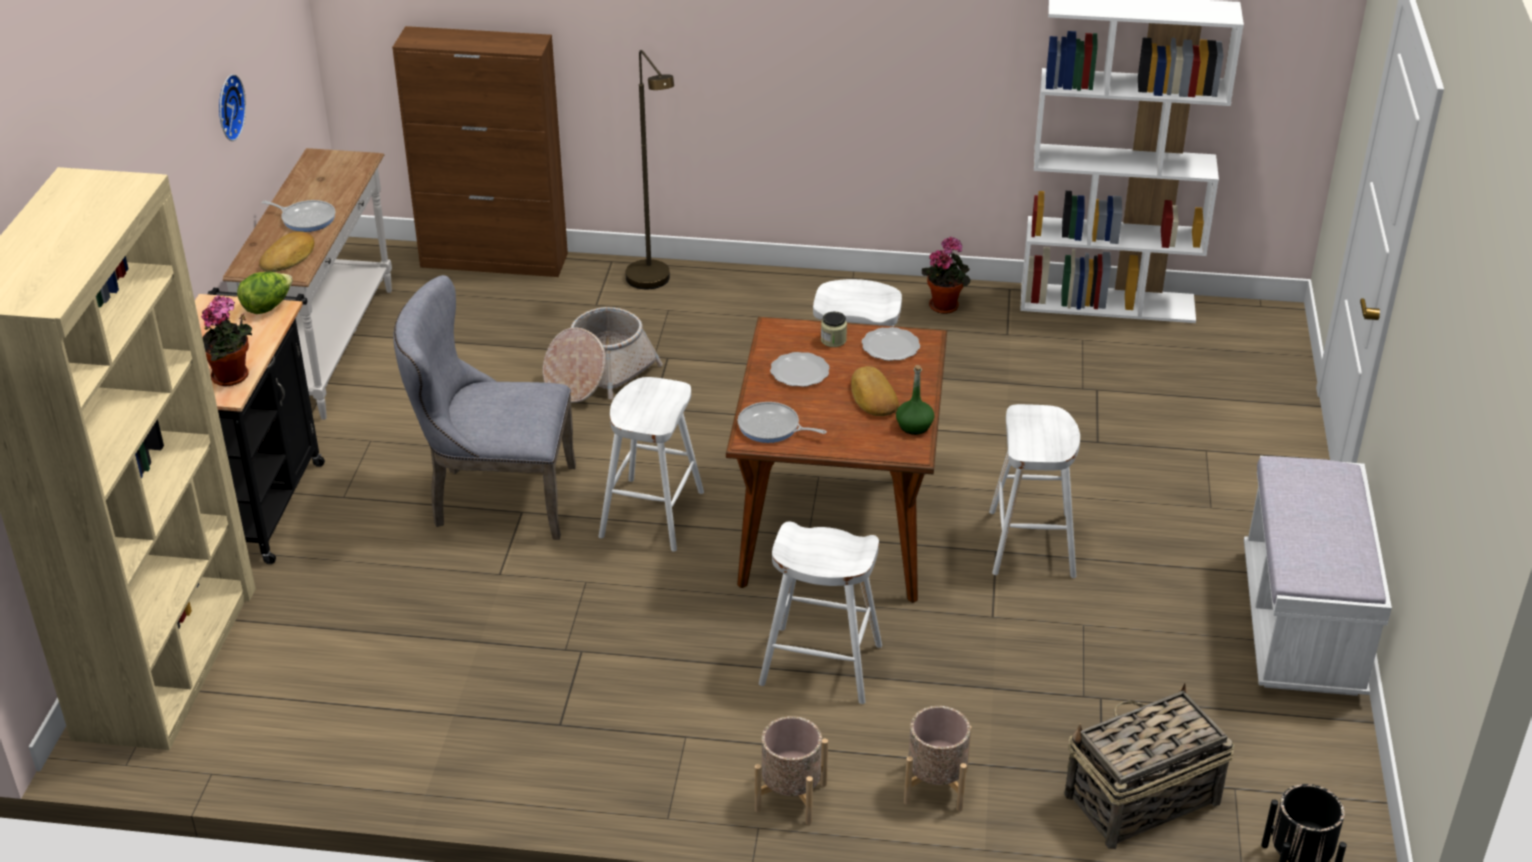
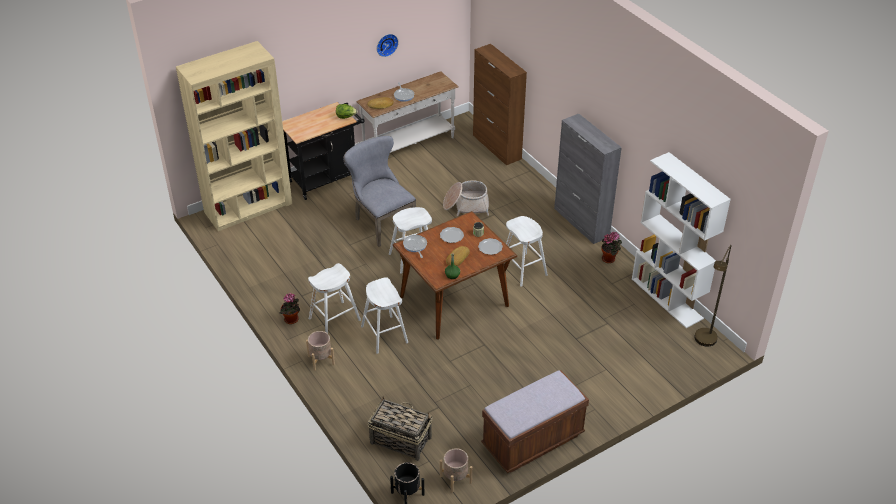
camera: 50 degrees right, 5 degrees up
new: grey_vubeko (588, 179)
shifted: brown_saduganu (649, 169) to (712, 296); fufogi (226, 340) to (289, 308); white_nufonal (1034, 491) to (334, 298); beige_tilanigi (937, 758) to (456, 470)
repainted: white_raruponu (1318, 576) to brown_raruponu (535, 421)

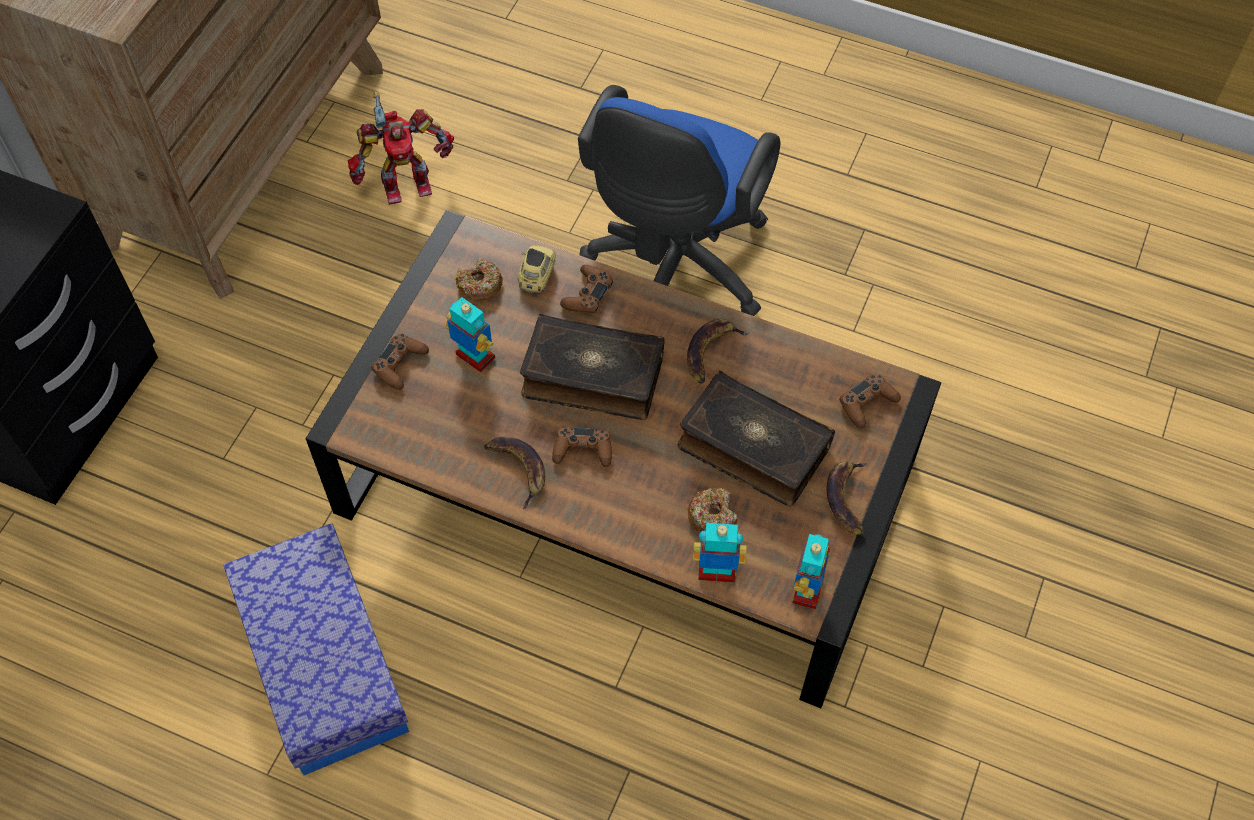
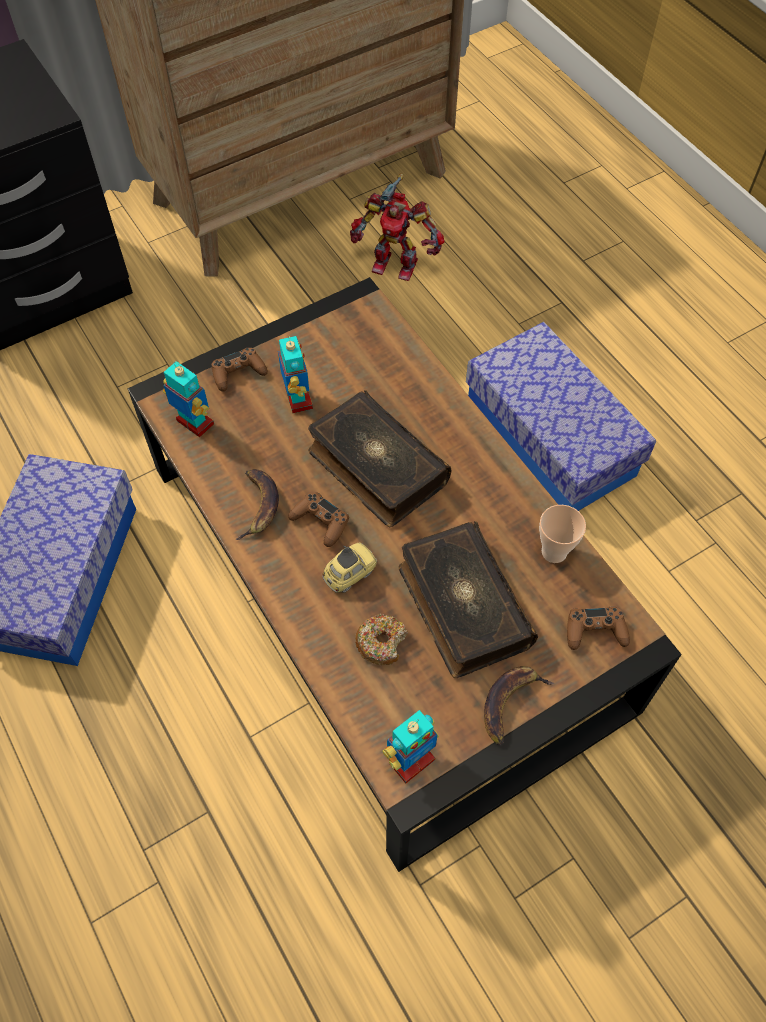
camera: 35 degrees right, 0 degrees up
gone: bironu (479, 279); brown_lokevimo (586, 289); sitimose (718, 351)
new: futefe (562, 534)
shifted: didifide (537, 269) to (349, 568); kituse (720, 552) to (188, 399)
swapped: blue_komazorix (679, 200) to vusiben (561, 416)

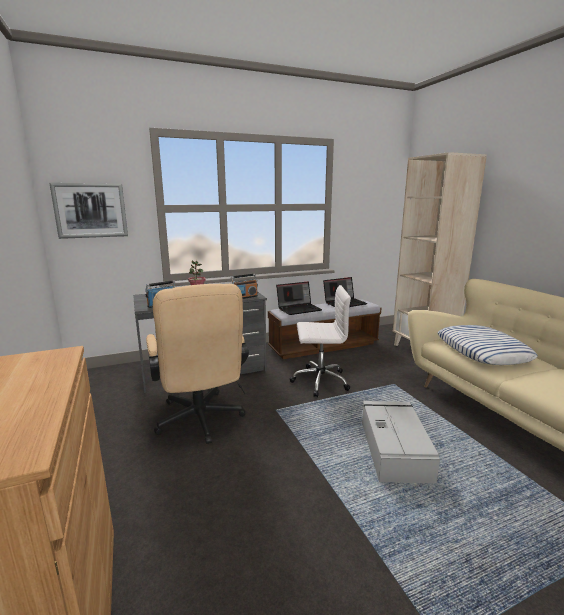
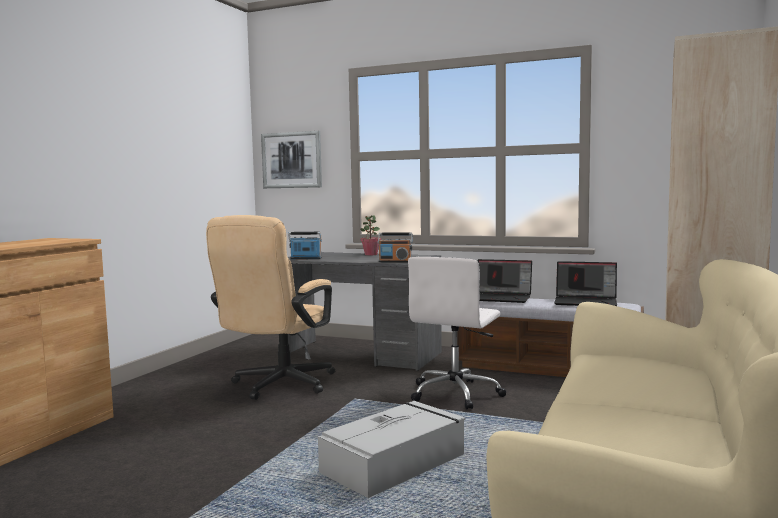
camera: 45 degrees right, 10 degrees down
gone: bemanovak (488, 345)
rotated: white_komazorix (320, 341) = (457, 333) 75 degrees clockwise

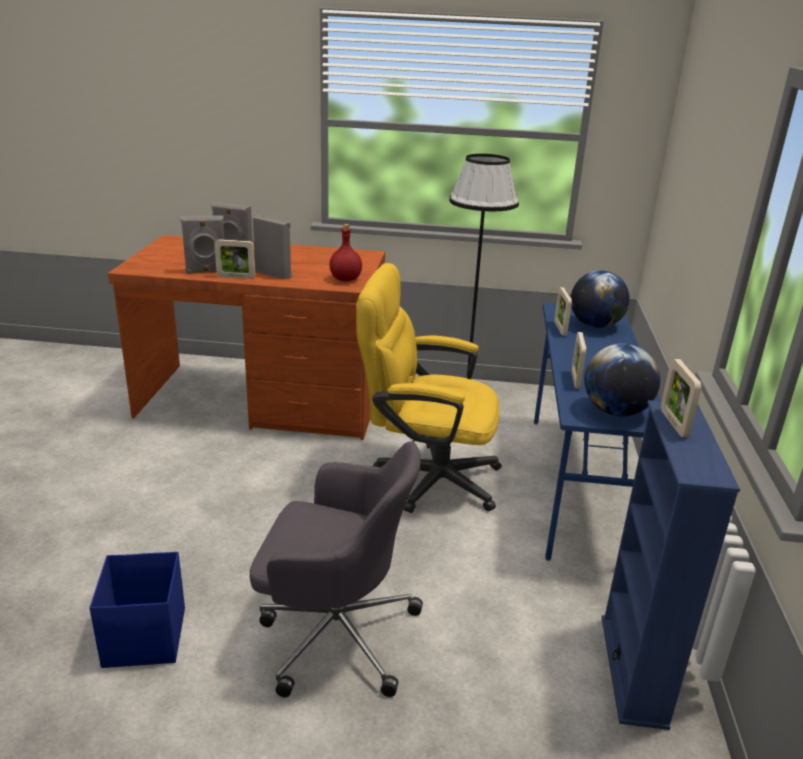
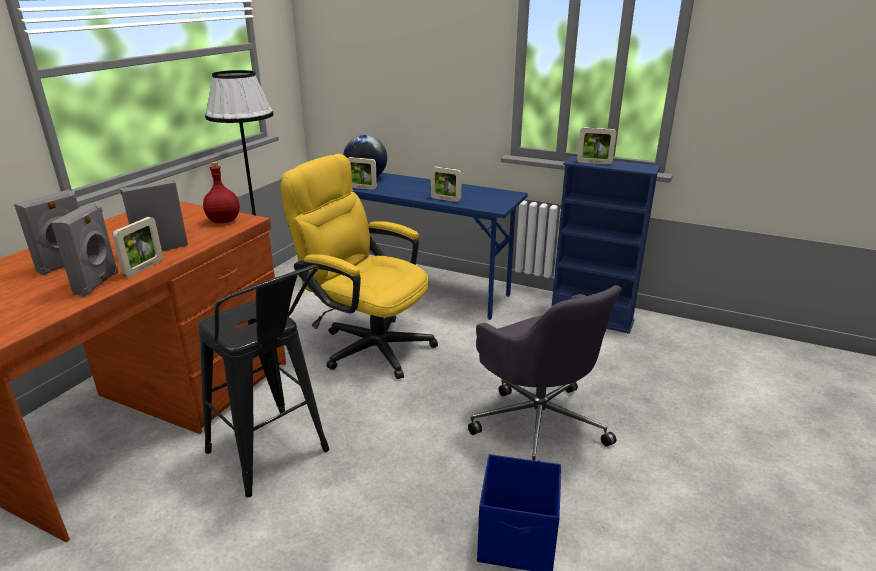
camera: 70 degrees left, 0 degrees up
gone: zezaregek (622, 379)
new: black_nufonal (263, 381)
rotated: yellow_komazorix (429, 388) = (359, 266) 90 degrees clockwise; grey_komazorix (336, 570) = (545, 373) 120 degrees clockwise

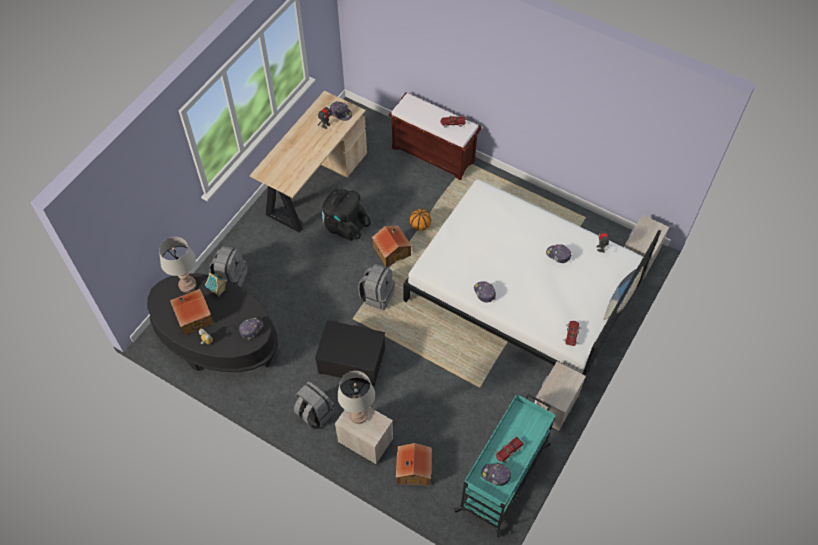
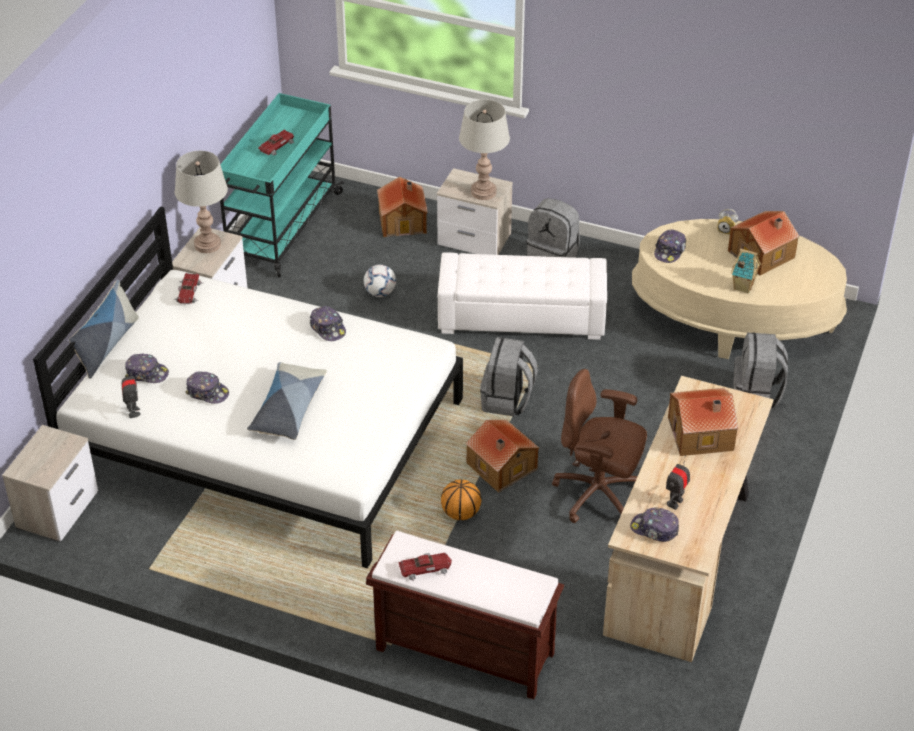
camera: 170 degrees right, 15 degrees down
new: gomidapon (380, 281); bemanovak (287, 401); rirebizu (703, 422)
shifted: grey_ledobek (177, 265) to (201, 202); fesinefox (496, 474) to (147, 368)
swapped: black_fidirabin (346, 215) to brown_komazorix (599, 446); vusiben (350, 353) to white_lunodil (522, 296)
repainted: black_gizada (212, 322) to beige_gizada (739, 289)

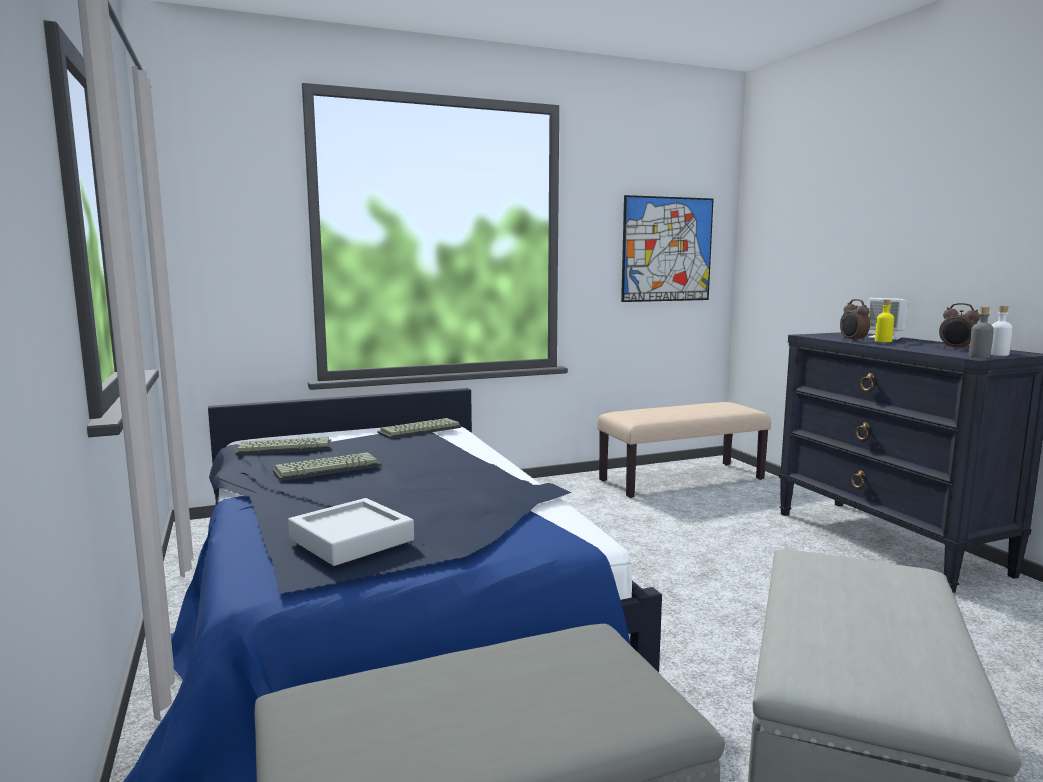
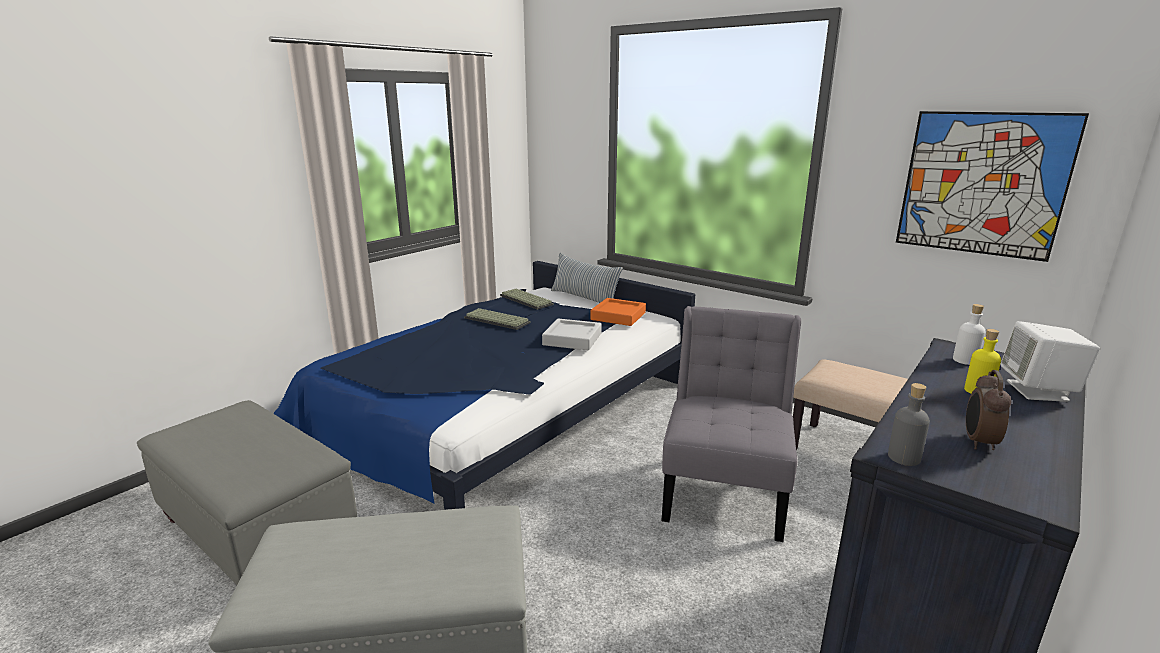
camera: 60 degrees right, 10 degrees up
gone: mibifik (855, 320)
new: bemanovak (587, 278); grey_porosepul (731, 424)
shifted: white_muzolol (1001, 331) to (969, 334); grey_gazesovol (351, 532) to (572, 334)
swapped: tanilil (419, 428) to orange_gazesovol (618, 312)

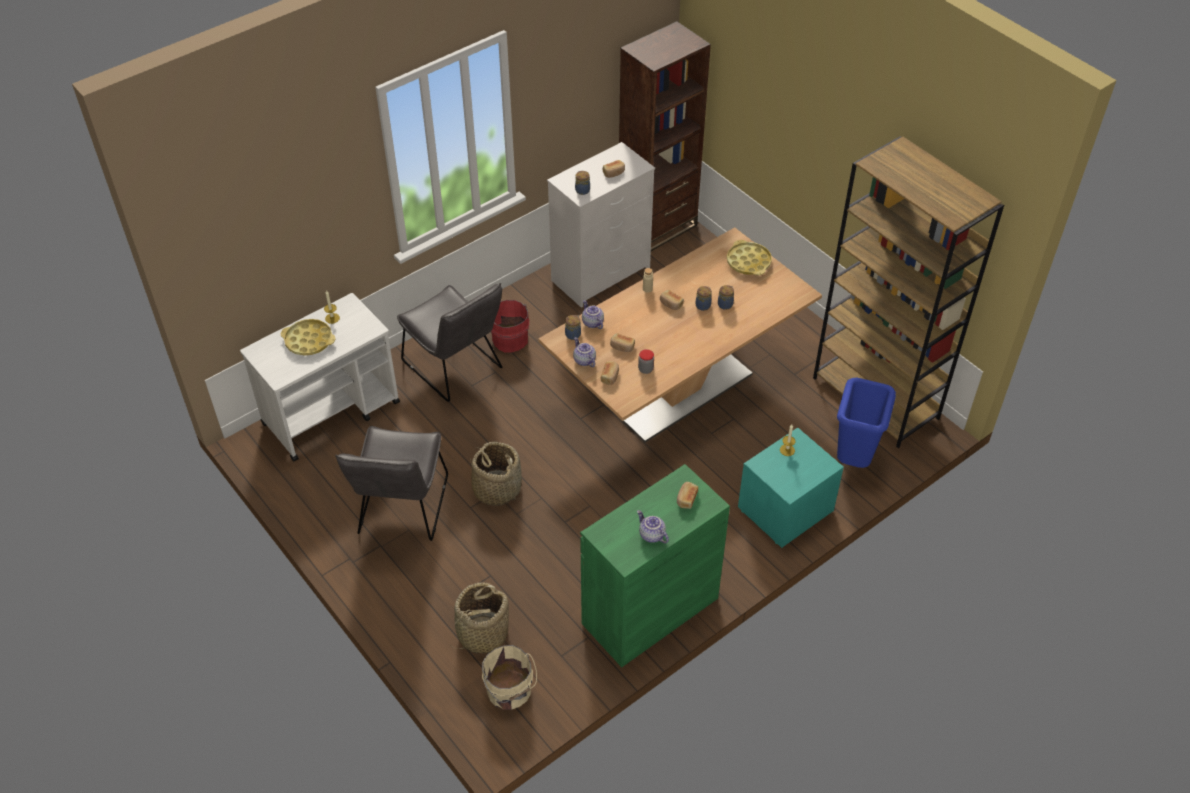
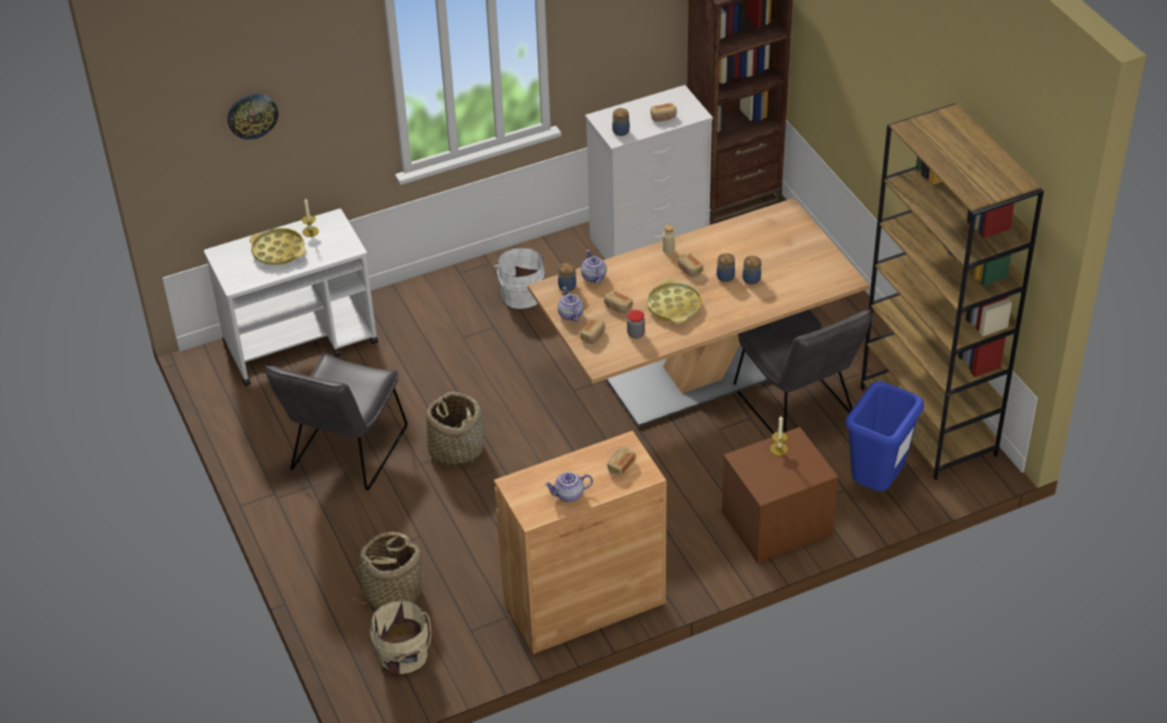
camera: 15 degrees right, 5 degrees down
new: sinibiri (252, 117)
shifted: yellow_gazesovol (749, 257) to (674, 301); grey_porosepul (449, 342) to (803, 372)
repainted: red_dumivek (510, 326) to white_dumivek (519, 278); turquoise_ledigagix (791, 487) to brown_ledigagix (780, 495); green_vubeko (655, 565) to brown_vubeko (580, 542)
rotated: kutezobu (653, 526) = (568, 487) 75 degrees counterclockwise

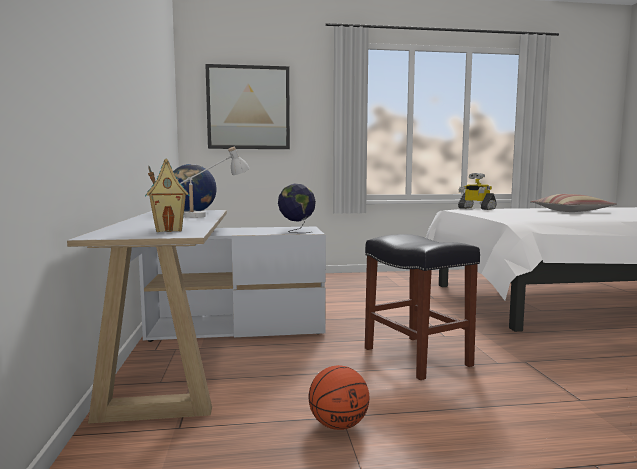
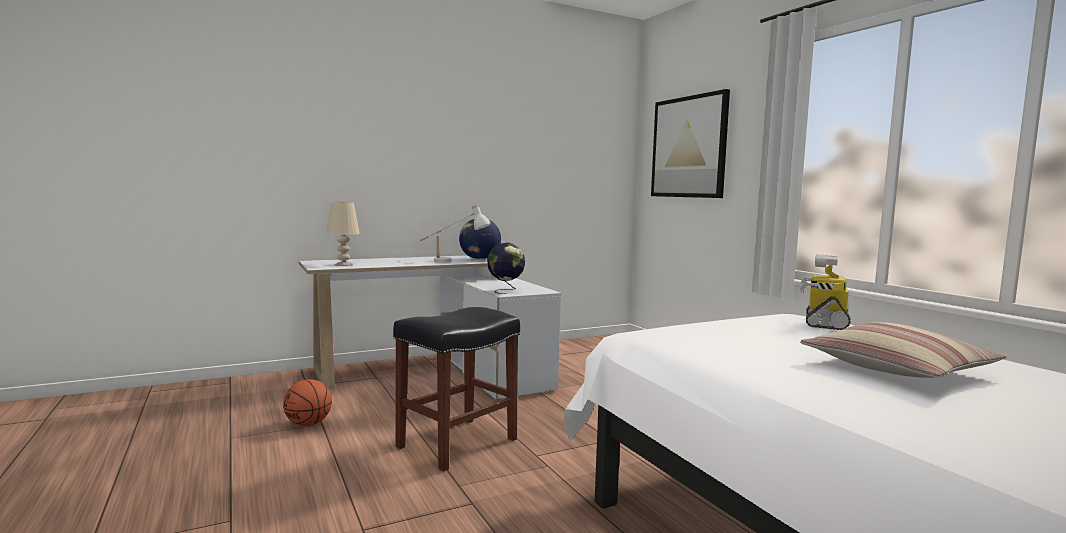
camera: 70 degrees right, 0 degrees up
swapped: rirebizu (167, 195) to beige_ledobek (343, 234)

